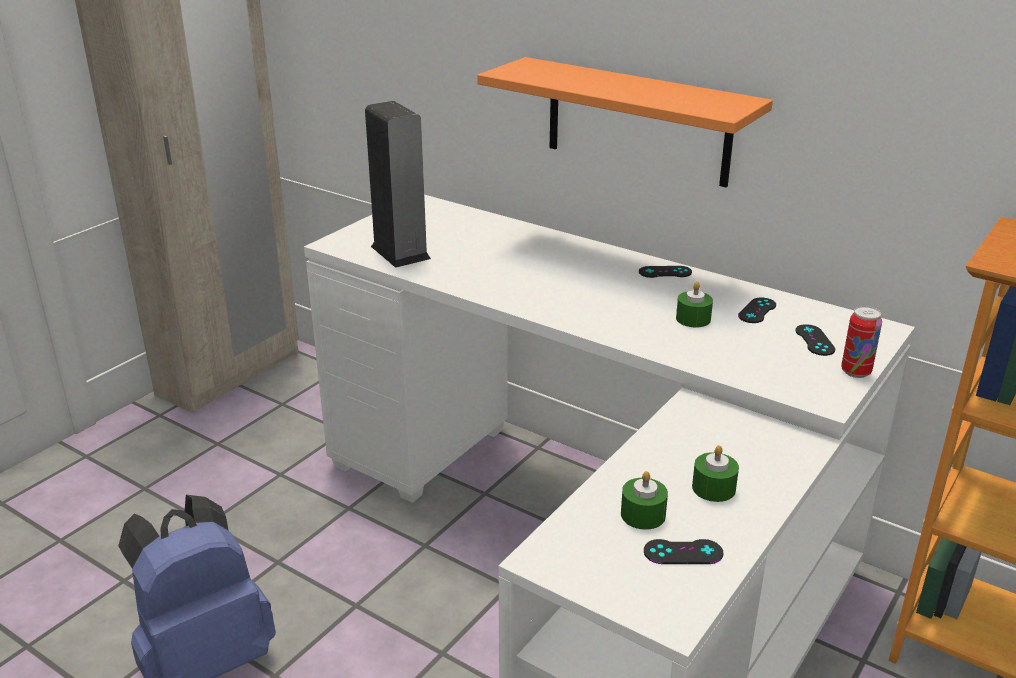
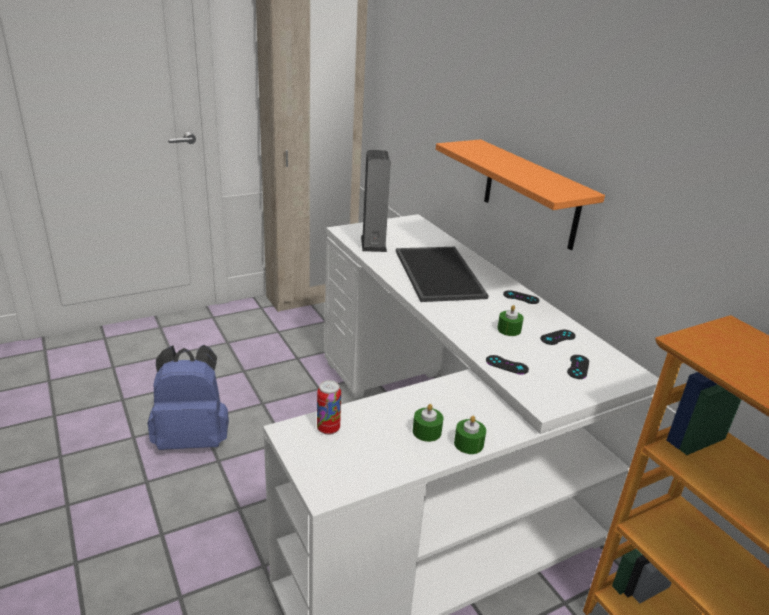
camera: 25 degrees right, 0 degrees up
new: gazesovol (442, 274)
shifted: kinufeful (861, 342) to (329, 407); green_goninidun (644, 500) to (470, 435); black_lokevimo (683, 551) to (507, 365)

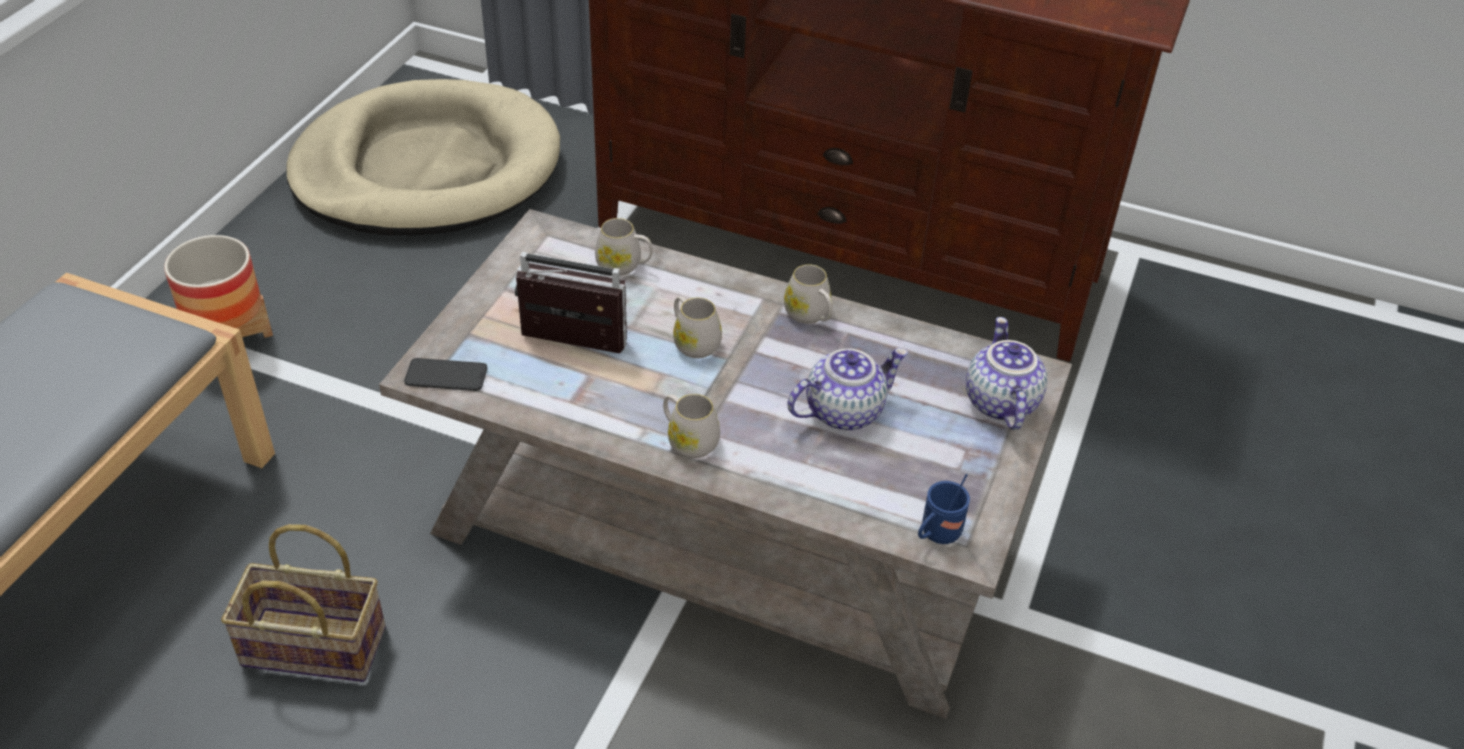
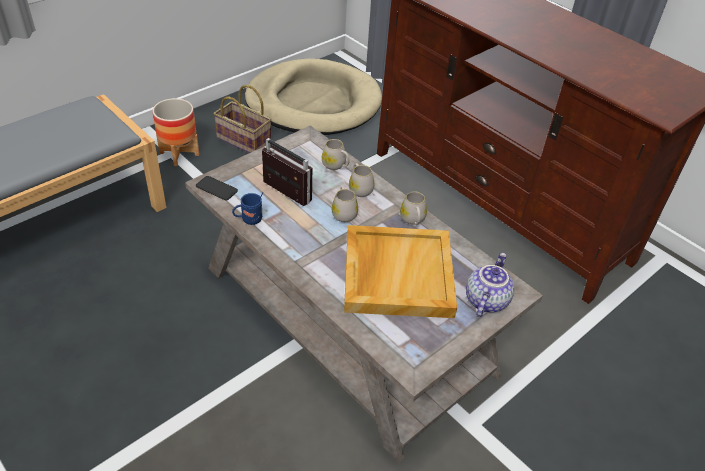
camera: 25 degrees right, 0 degrees up
shifted: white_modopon (691, 426) to (361, 180); blue_modopon (944, 509) to (247, 209); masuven (303, 603) to (242, 119)
swapped: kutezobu (847, 389) to beige_gazesovol (400, 271)

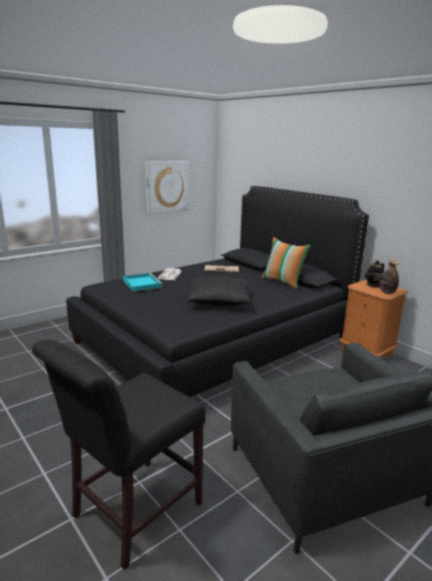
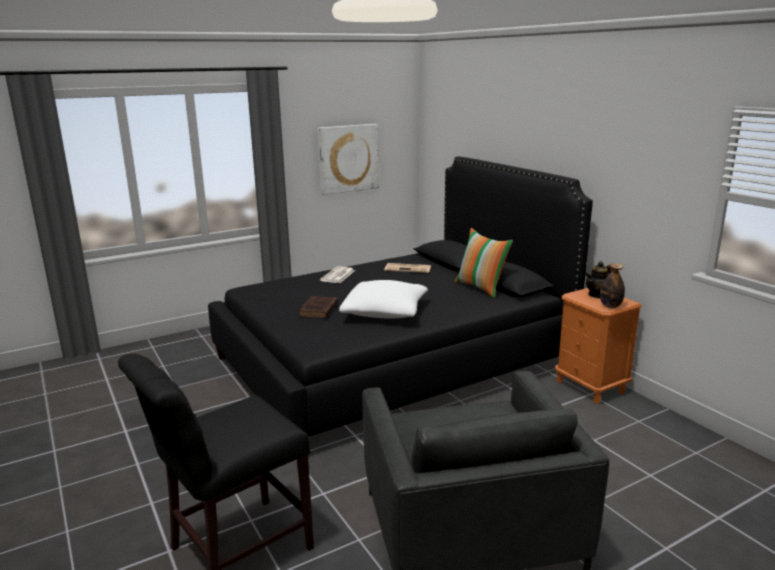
camera: 10 degrees right, 0 degrees up
gone: turquoise_gazesovol (143, 282)
new: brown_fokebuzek (318, 307)
repainted: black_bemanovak (218, 291) to white_bemanovak (383, 299)

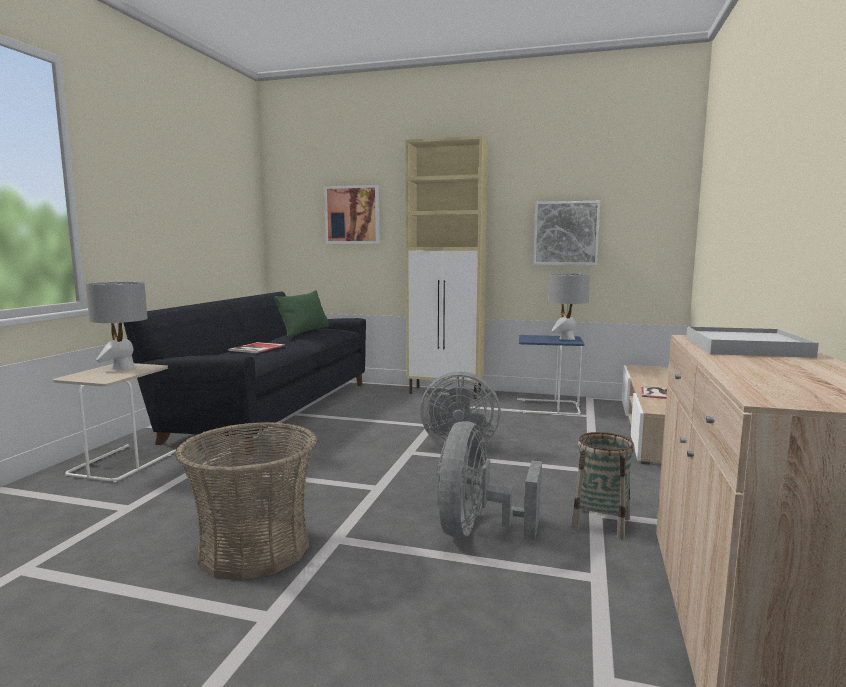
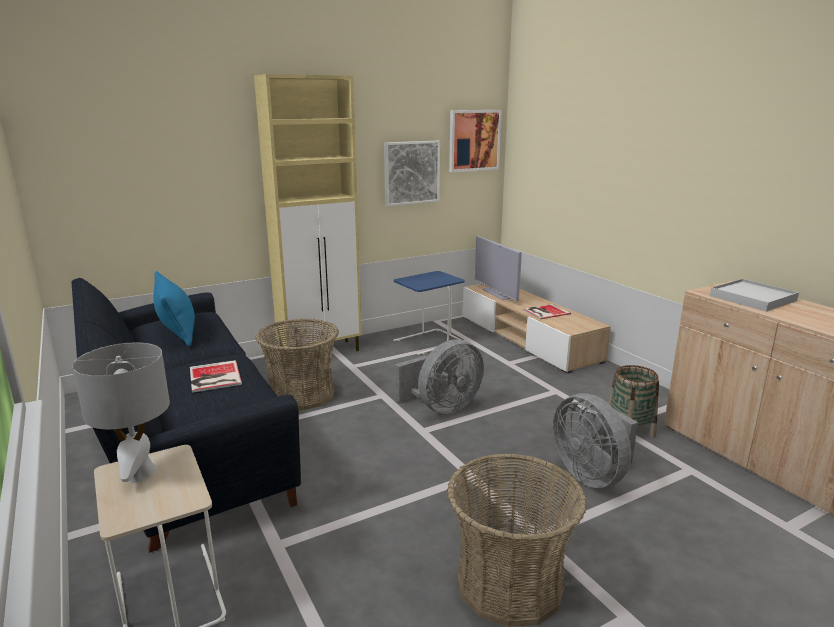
camera: 45 degrees left, 10 degrees up
gone: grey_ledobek (569, 306)
new: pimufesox (498, 268); masuven (297, 364)
shifted: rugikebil (352, 214) to (475, 141)
repainted: green_bemanovak (301, 314) to blue_bemanovak (174, 308)

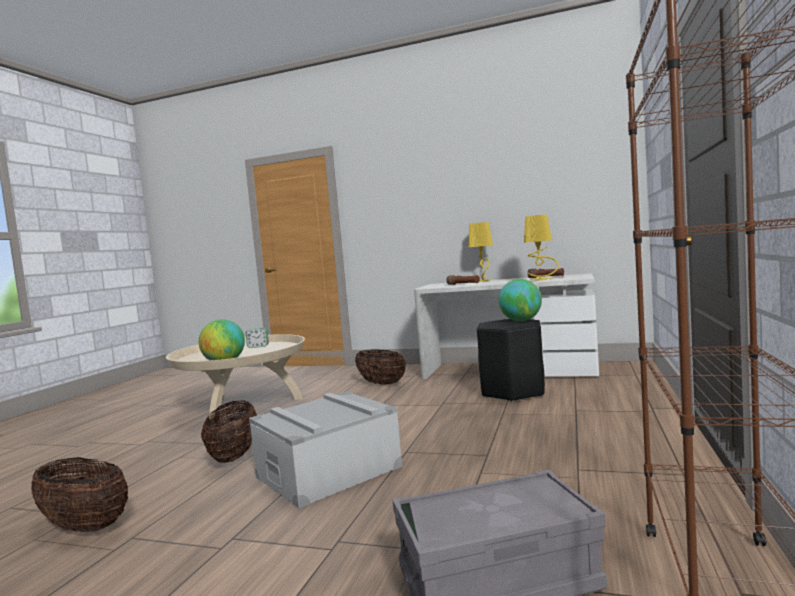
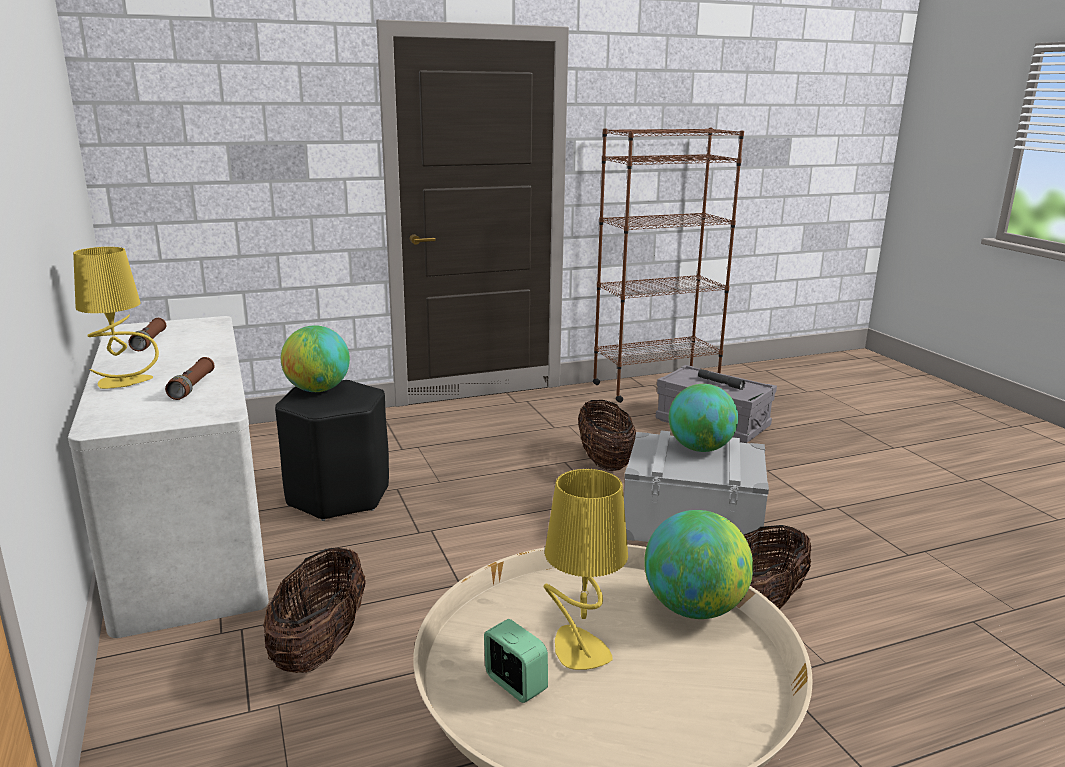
camera: 130 degrees left, 15 degrees up
new: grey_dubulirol (721, 379); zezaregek (703, 418)
shifted: yellow_ledobek (541, 247) to (586, 569); masuven (79, 494) to (607, 435)

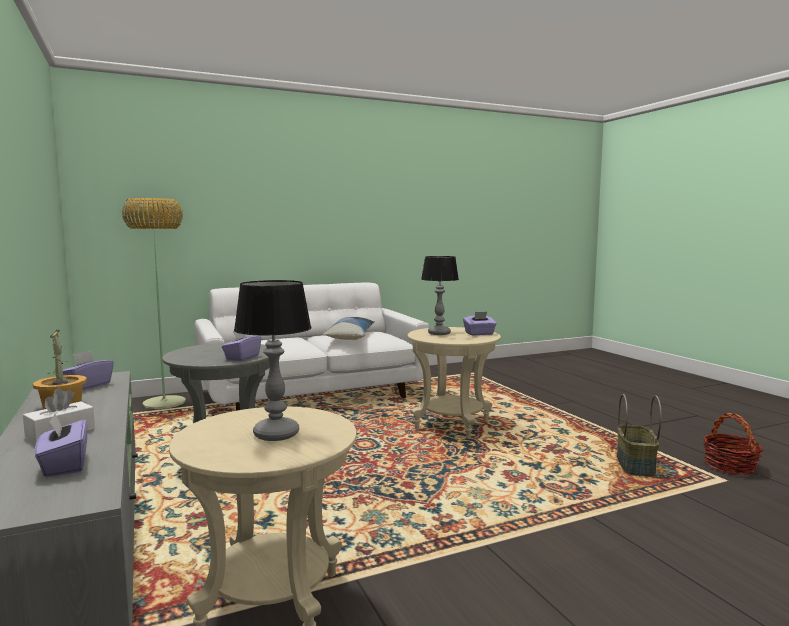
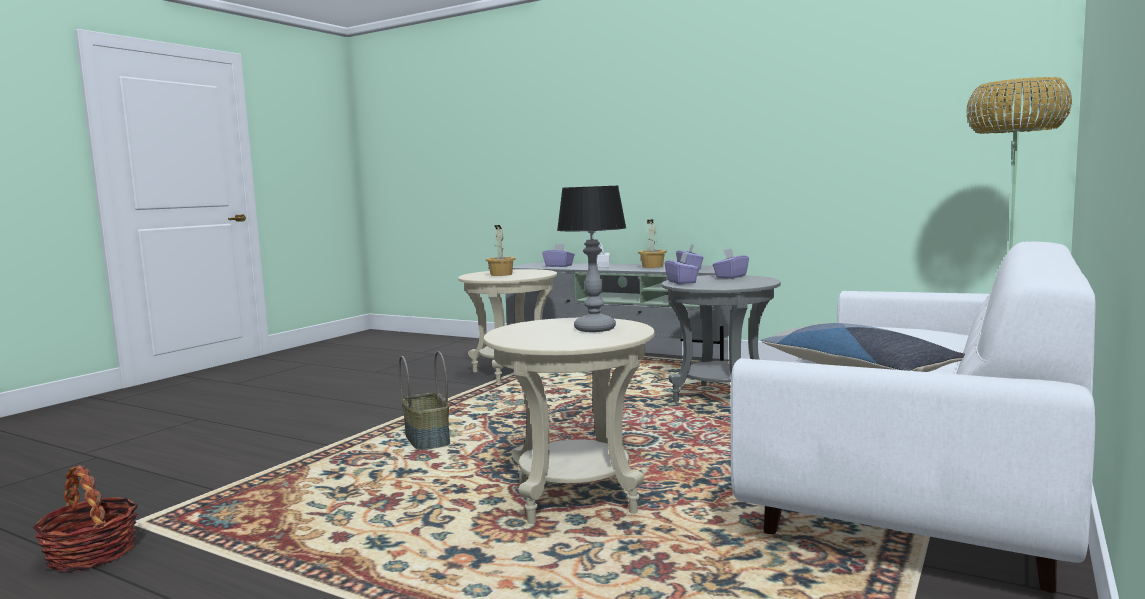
camera: 145 degrees right, 0 degrees up
shifted: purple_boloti (480, 323) to (731, 263); masuven (639, 435) to (424, 400)
swapped: ledobek (272, 360) to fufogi (501, 250)

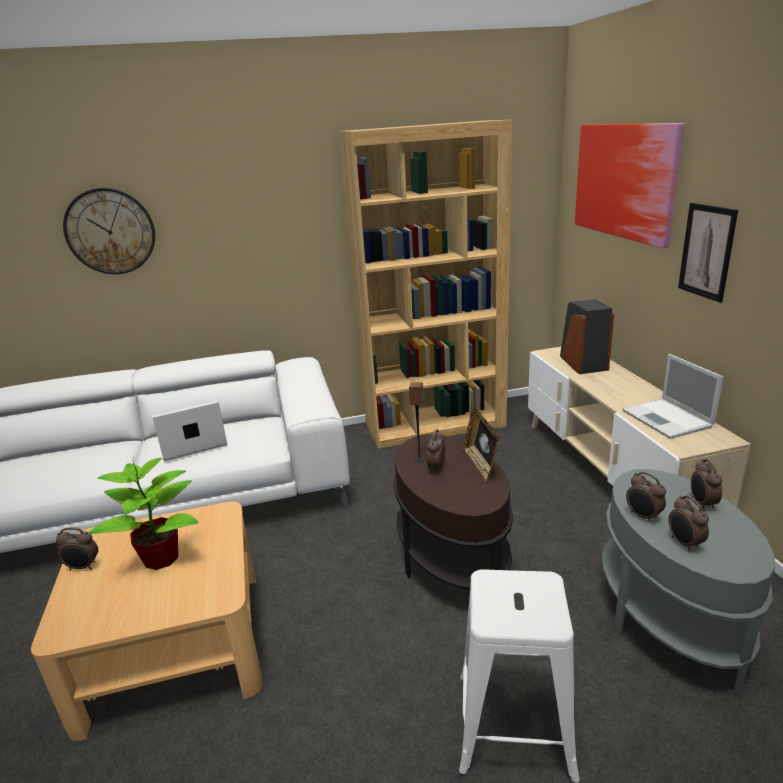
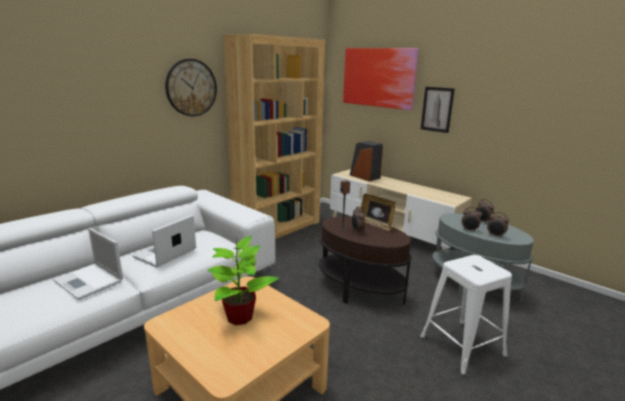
camera: 35 degrees left, 5 degrees down
gone: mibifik (77, 549)
shifted: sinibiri (109, 231) to (191, 88); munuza (672, 396) to (87, 264)

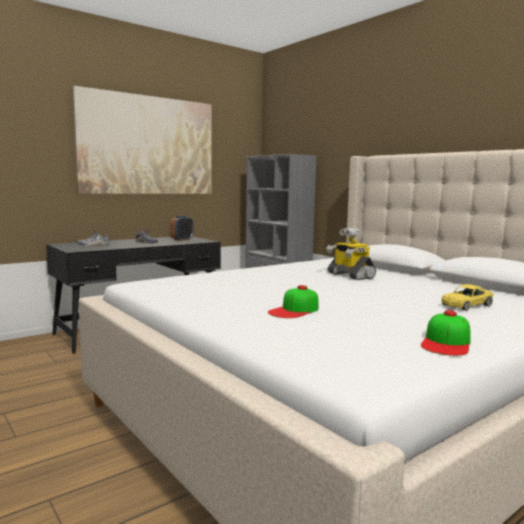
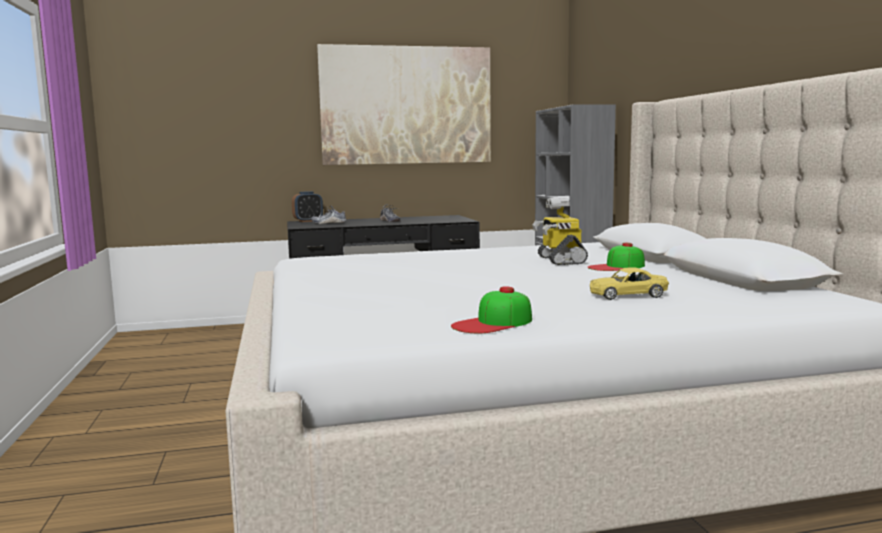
camera: 25 degrees right, 0 degrees up
shifted: mibifik (182, 228) to (307, 206); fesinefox (293, 301) to (616, 257)

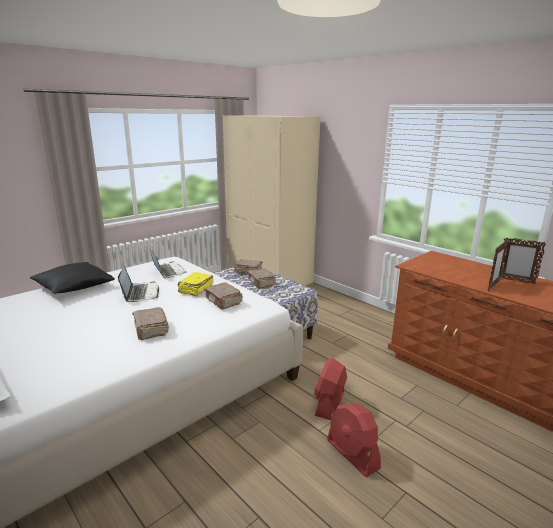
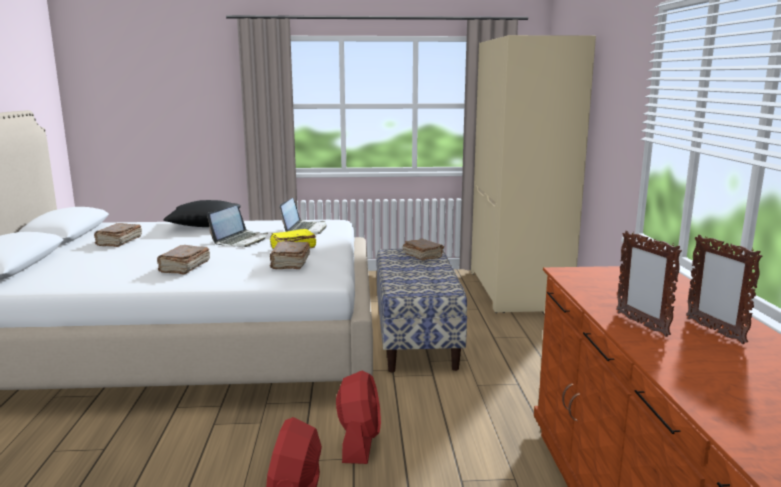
camera: 40 degrees right, 5 degrees down
shifted: brown_fokebuzek (261, 278) to (118, 235)
rotated: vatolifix (498, 265) = (649, 284) 75 degrees clockwise; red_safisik (330, 389) = (358, 417) 120 degrees clockwise

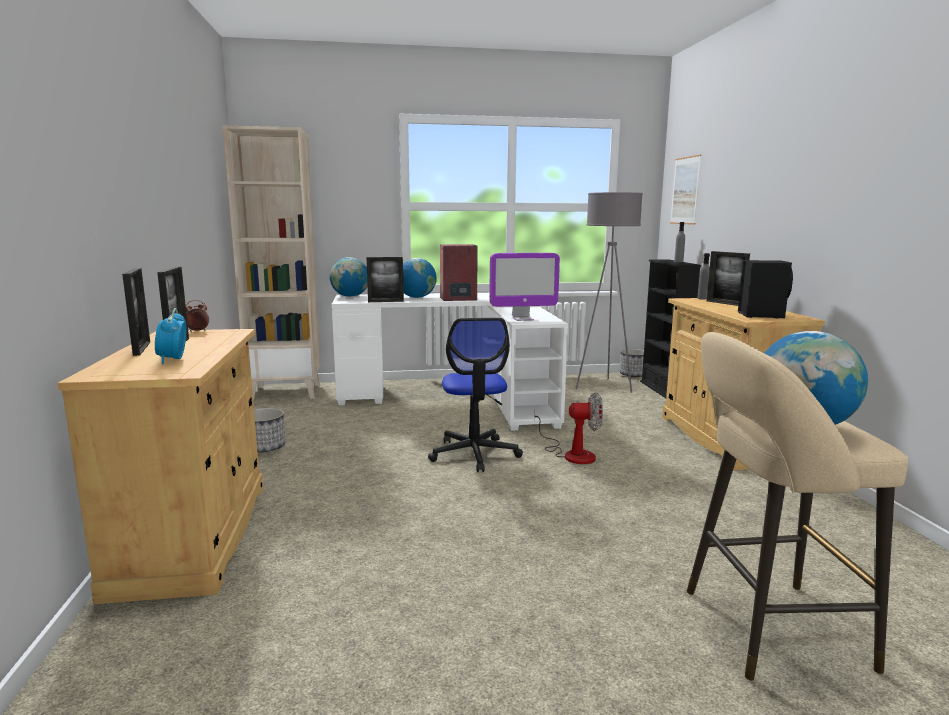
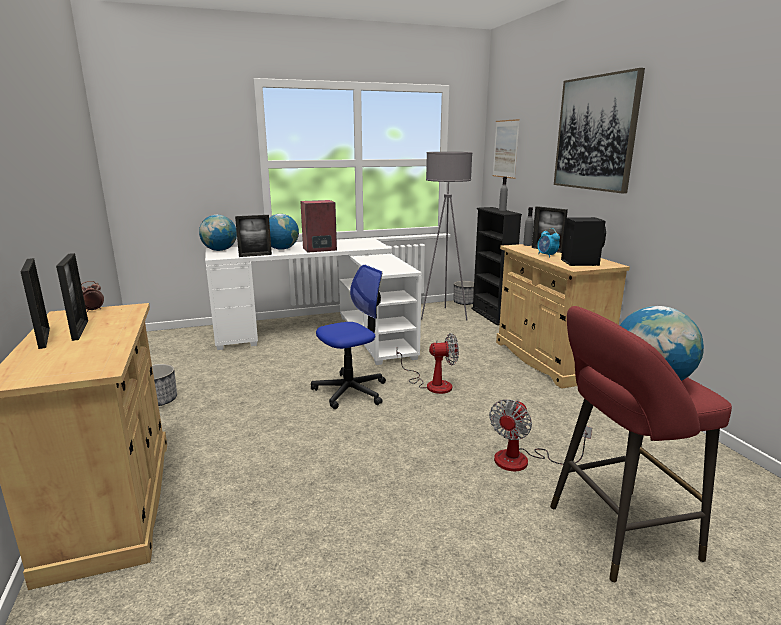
camera: 10 degrees left, 5 degrees up
gone: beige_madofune (272, 263); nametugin (524, 287)
new: rugikebil (599, 131); safisik (540, 435)
shifted: mibifik (170, 336) to (548, 243)
repainted: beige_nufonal (797, 506) to red_nufonal (641, 444)
rotated: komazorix (475, 395) = (348, 337) 105 degrees counterclockwise

